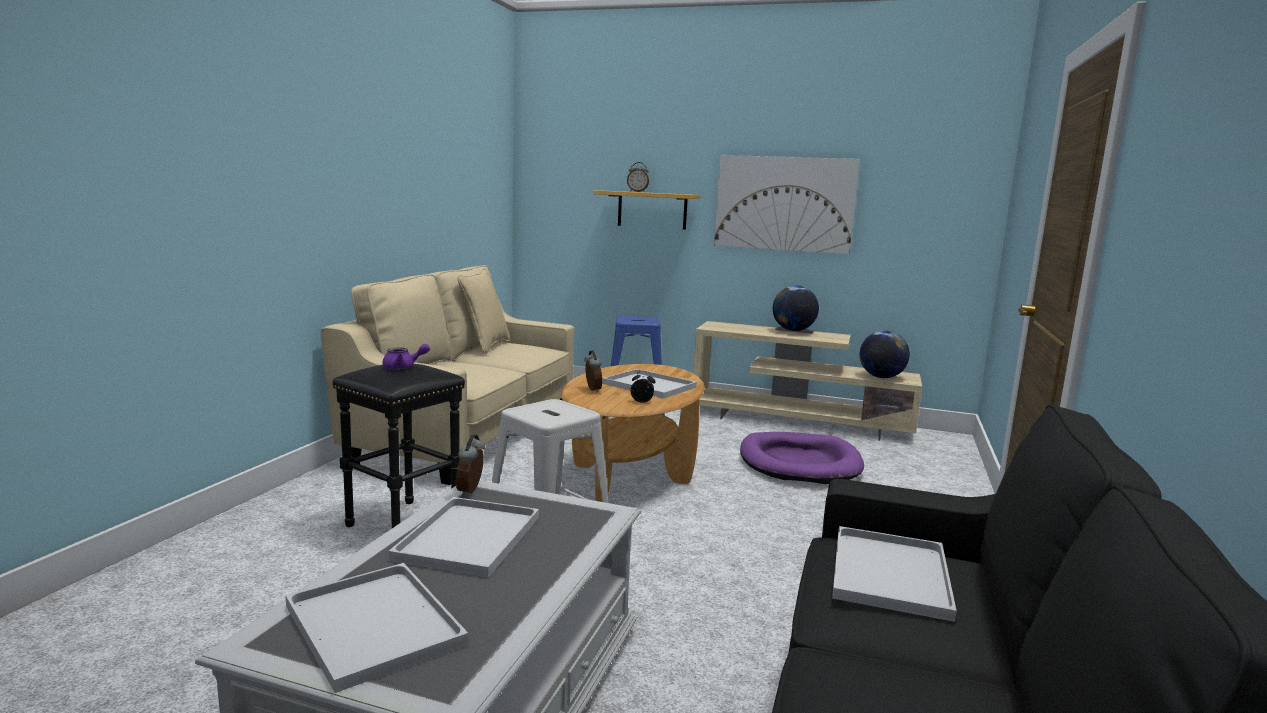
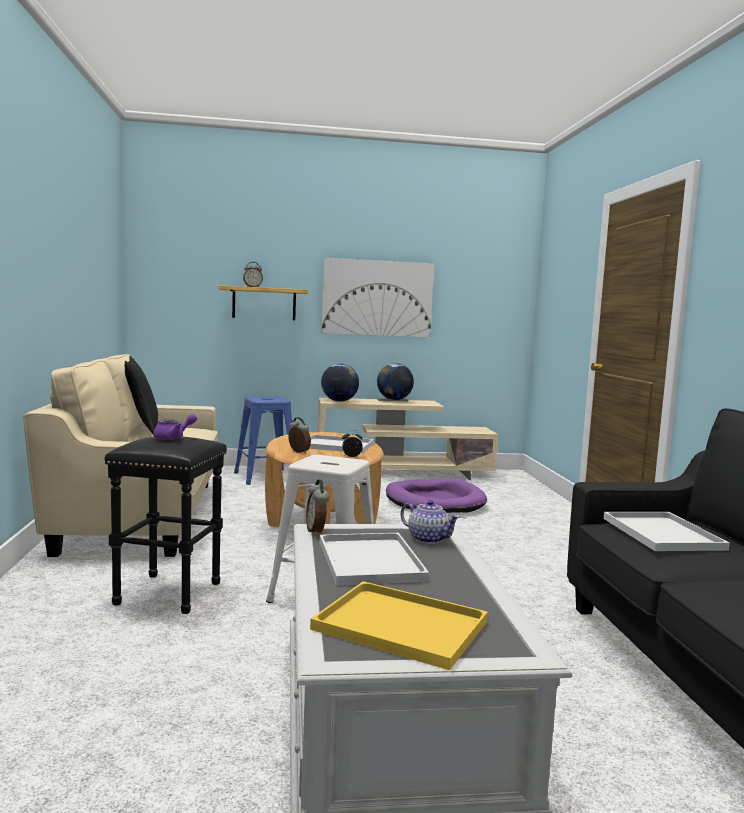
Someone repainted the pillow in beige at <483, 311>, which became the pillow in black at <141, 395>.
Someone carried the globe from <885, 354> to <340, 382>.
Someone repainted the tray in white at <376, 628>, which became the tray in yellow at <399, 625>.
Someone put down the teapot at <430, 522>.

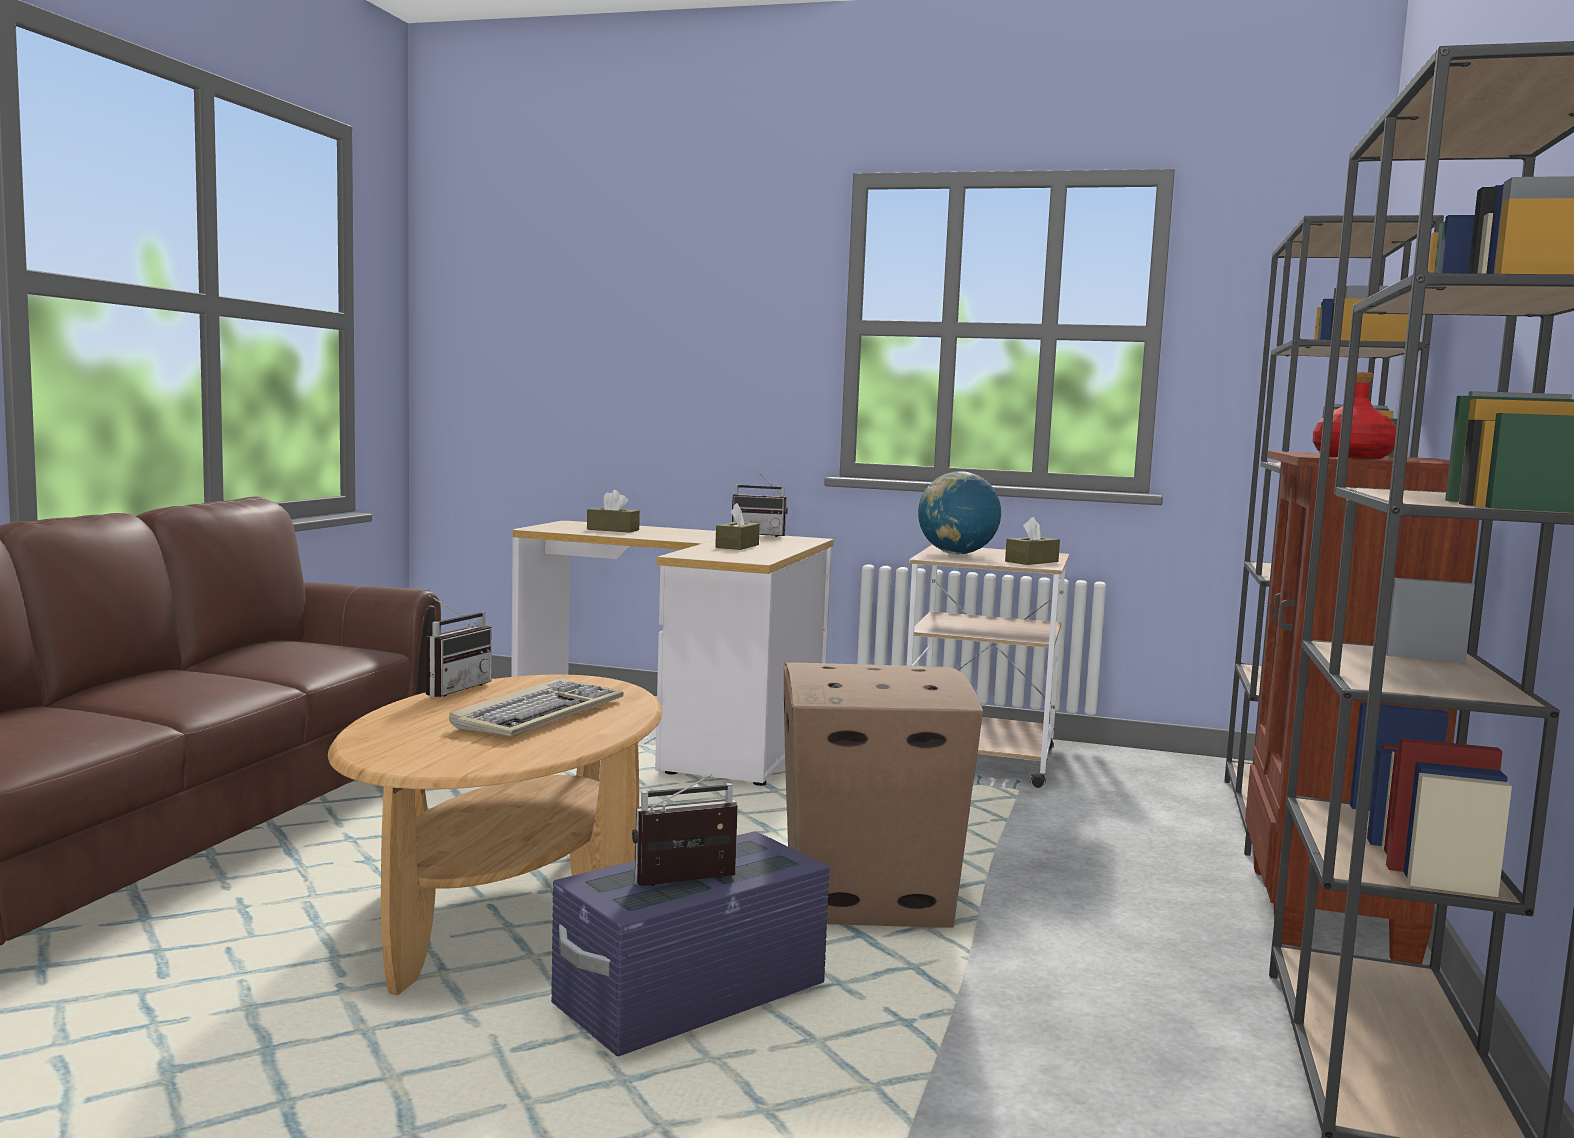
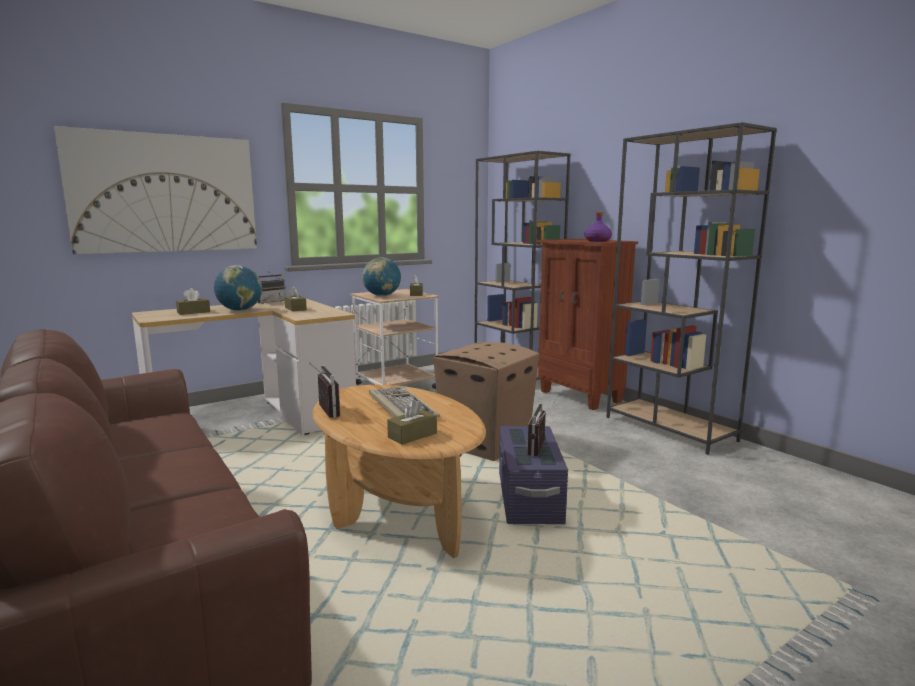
Someone repainted the bottle in red at <1355, 415>, which became the bottle in purple at <598, 227>.
Someone put up the picture at <155, 190>.
Someone put down the globe at <238, 288>.
Someone put down the tissue box in brown at <412, 422>.

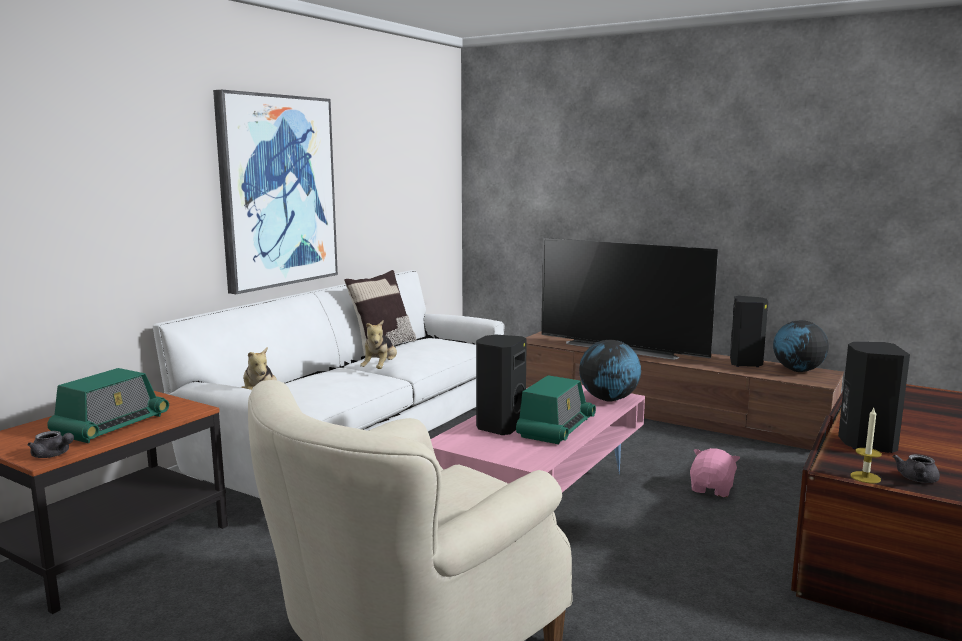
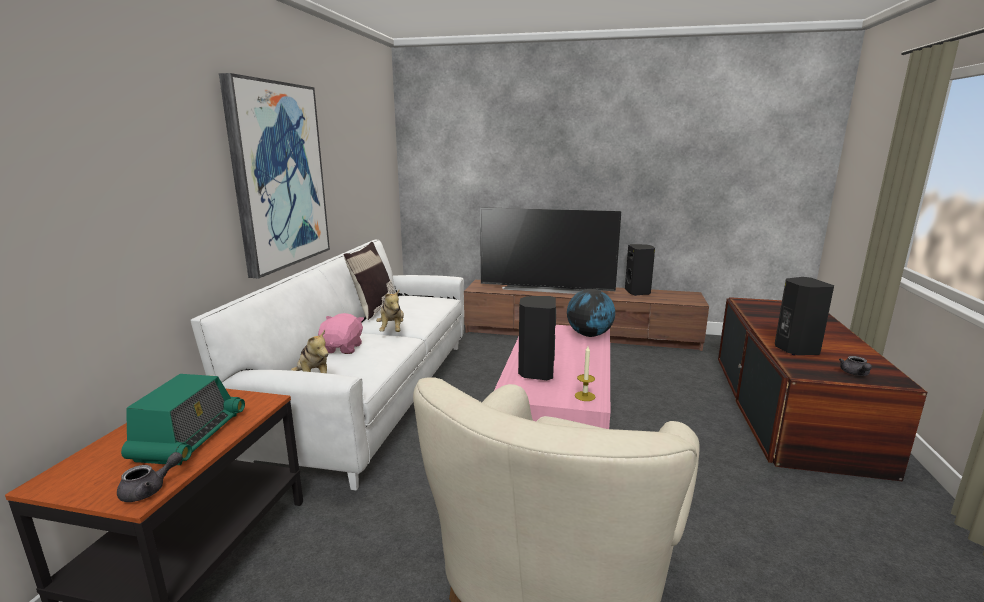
Someone took away the globe at <801, 346>.
Someone took away the radio at <556, 409>.
Someone carried the candle from <866, 445> to <585, 373>.
Someone rotated the teapot in grey at <50, 444> by 45 degrees counterclockwise.
Someone carried the plush toy in pink from <715, 472> to <341, 333>.

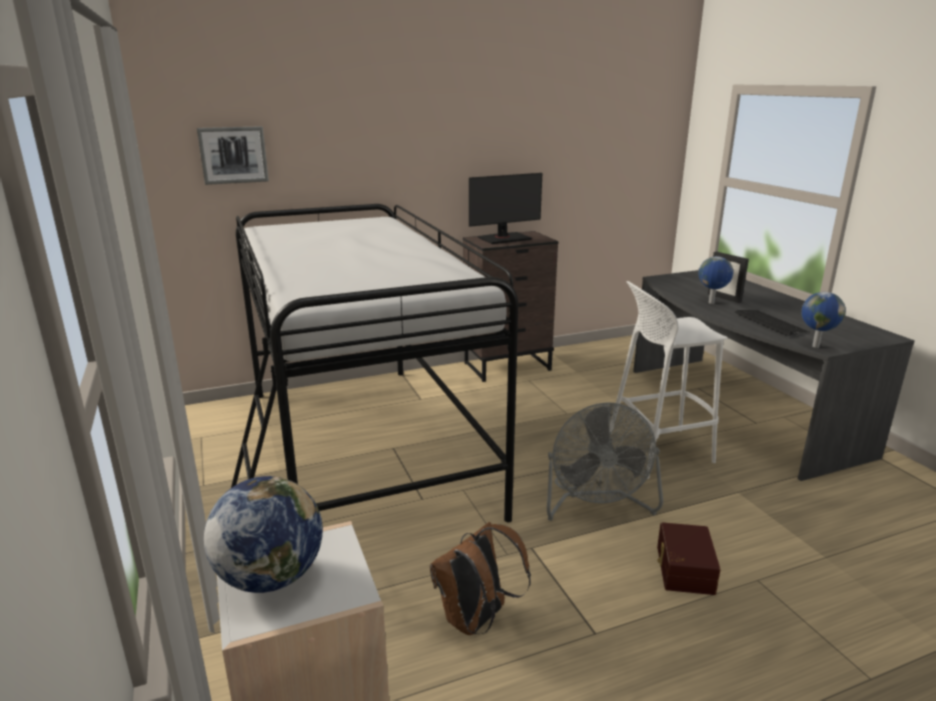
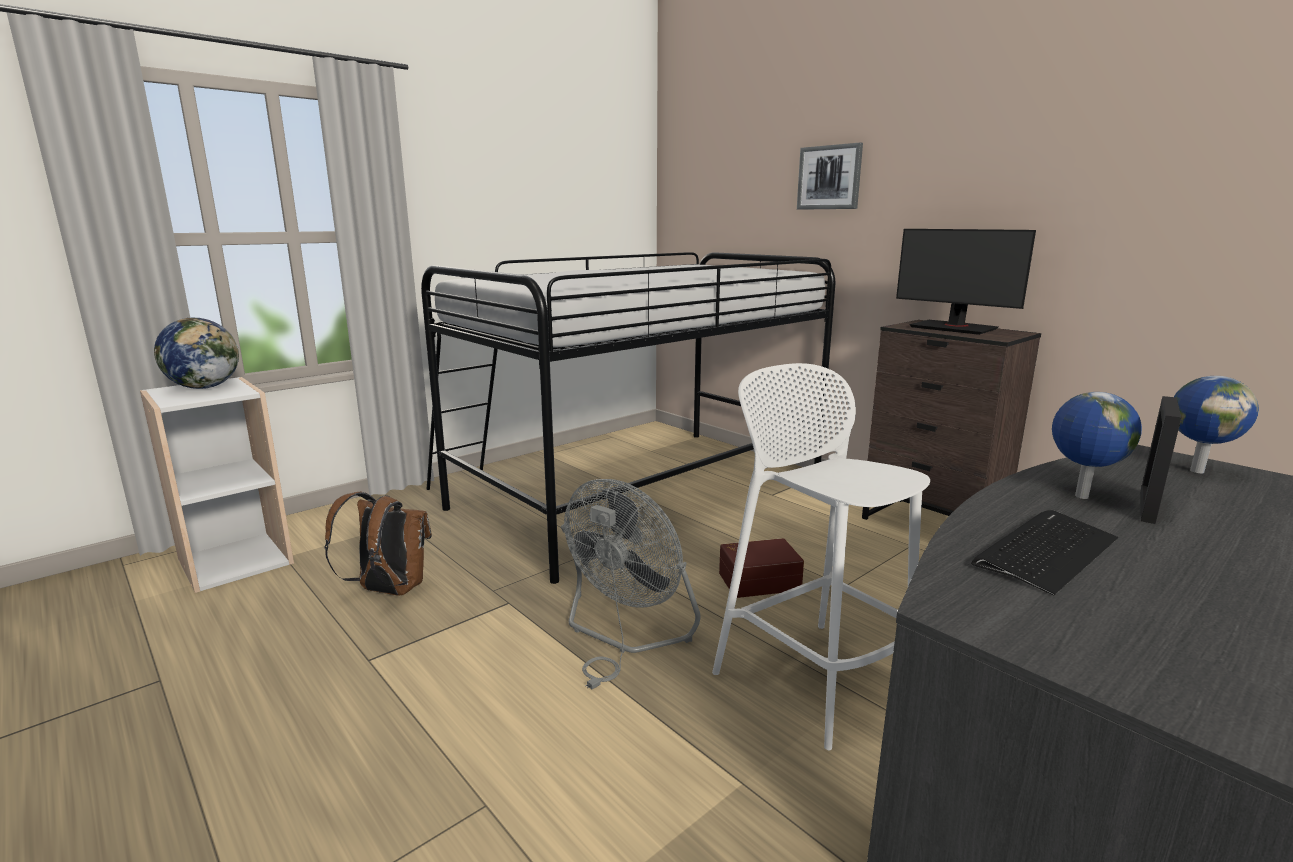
Someone carried the picture from <233, 155> to <830, 176>.
Someone carried the globe from <823, 320> to <1216, 424>.
Someone rotated the fan in grey at <605, 462> by 150 degrees clockwise.
Someone carried the storage box in brown from <689, 558> to <761, 568>.

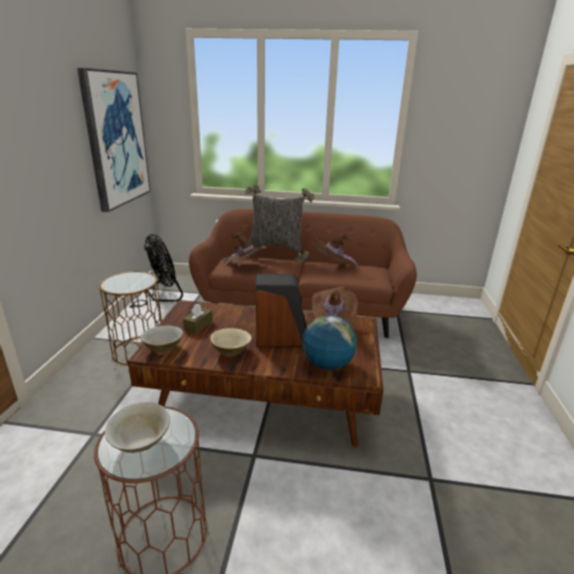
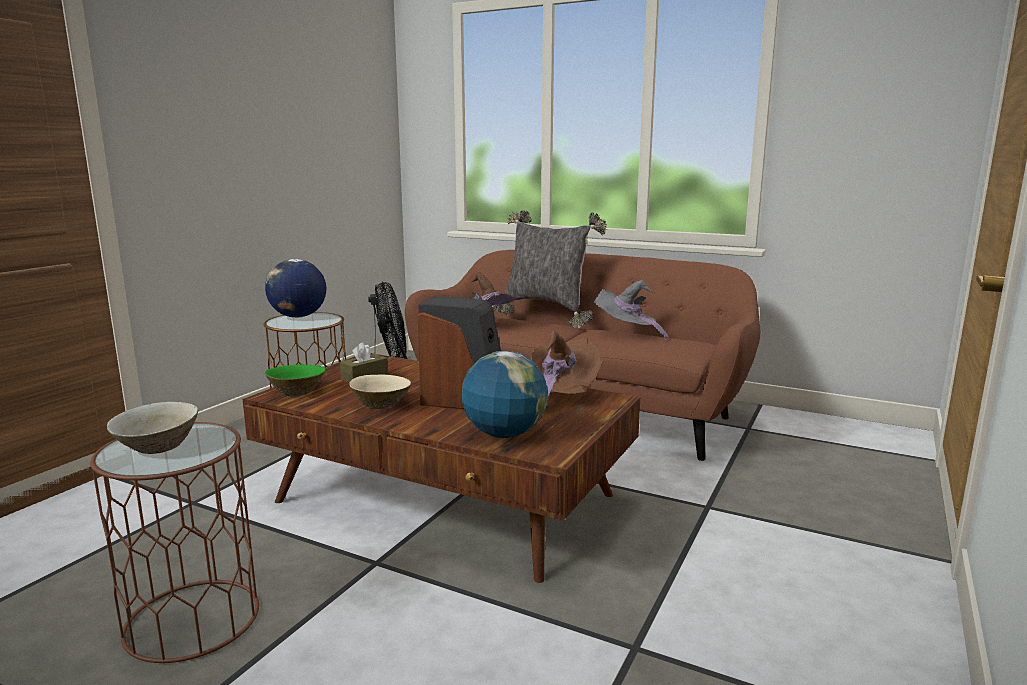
Someone took away the picture at <113, 140>.
Someone repainted the hat in brown at <337, 250>, which became the hat in grey at <631, 310>.
Someone repainted the bowl in beige at <161, 339>, which became the bowl in green at <295, 380>.
Someone put down the globe at <295, 288>.

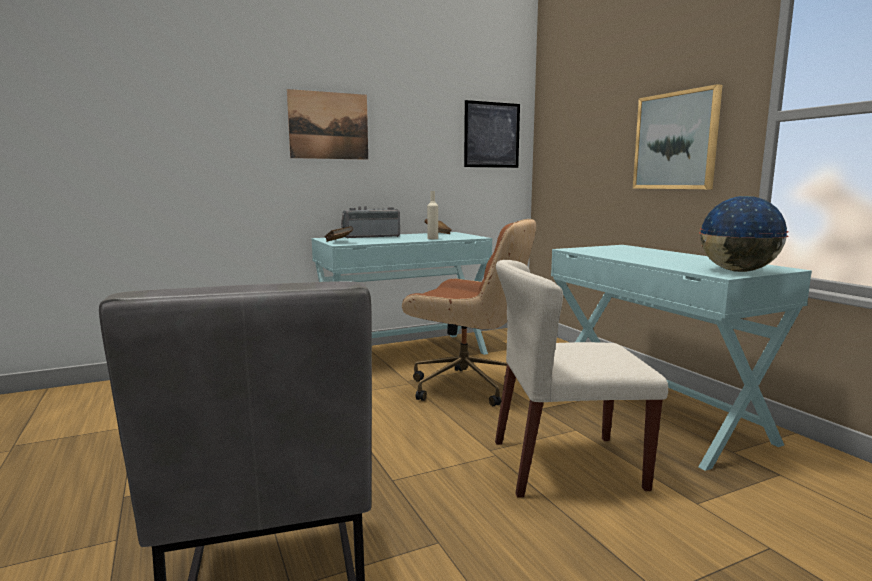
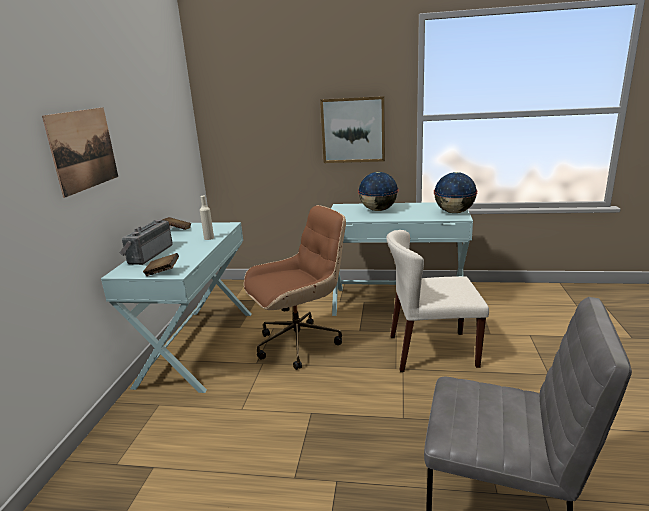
Someone took away the picture at <492, 134>.
Someone rotated the chair in beige at <581, 379> by 60 degrees clockwise.
Someone put down the globe at <378, 191>.

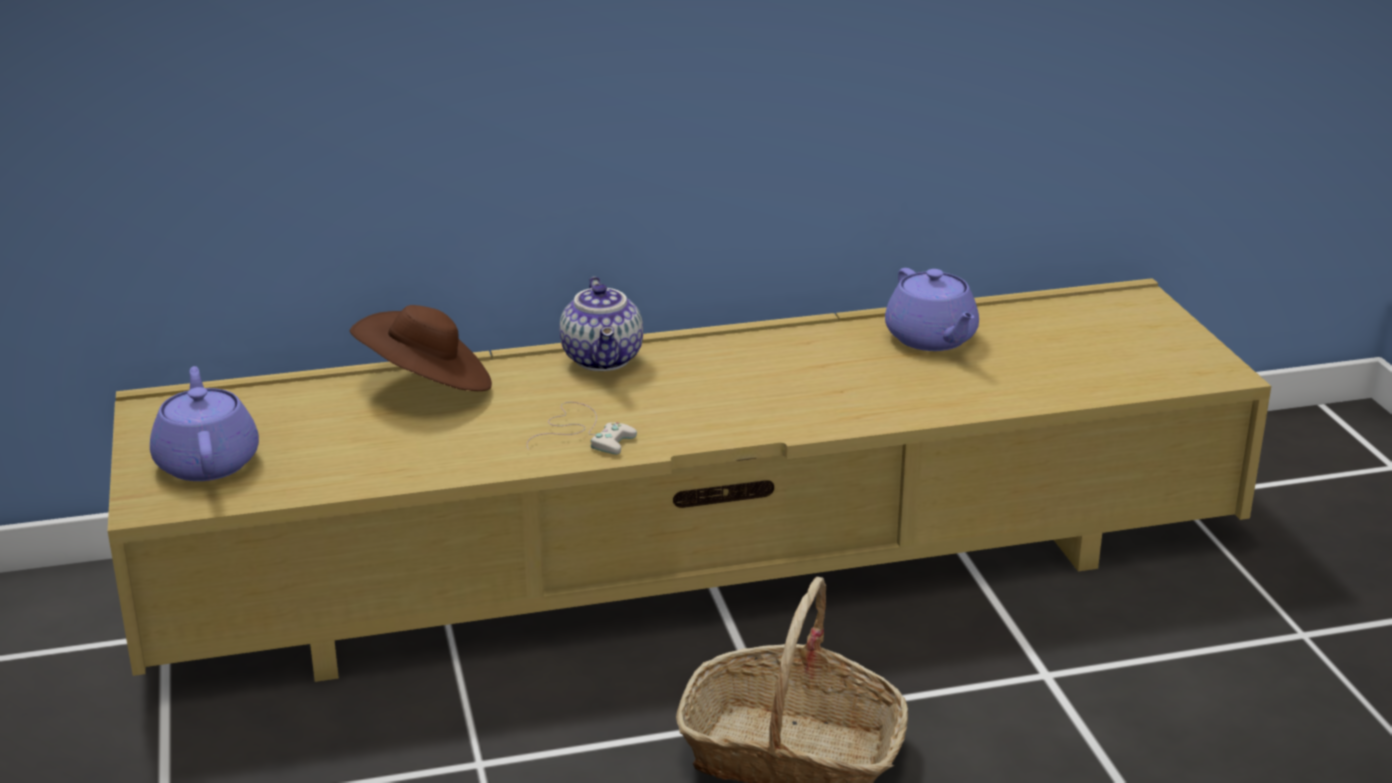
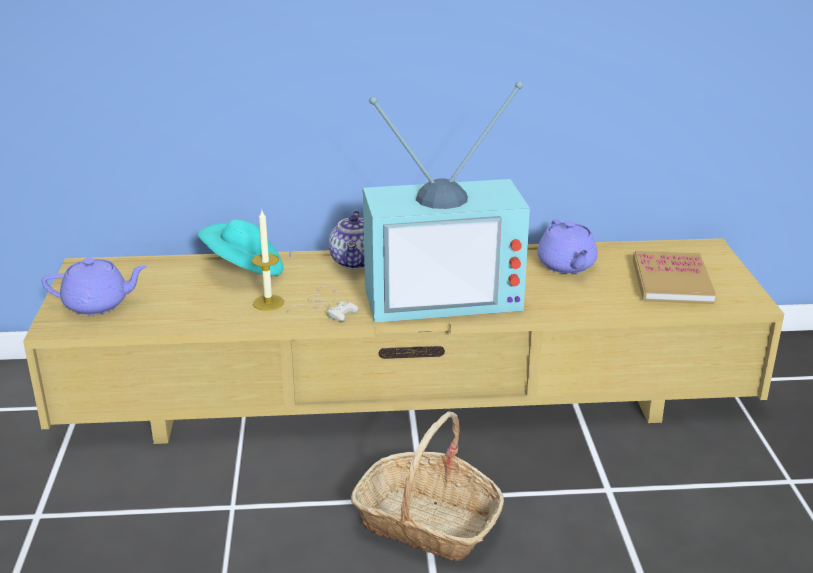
Someone repainted the hat in brown at <421, 348>, which became the hat in turquoise at <240, 247>.
Someone rotated the teapot in purple at <204, 423> by 90 degrees clockwise.
Someone put down the television at <446, 202>.
Someone put down the candle at <268, 260>.
Someone put down the book at <674, 277>.

